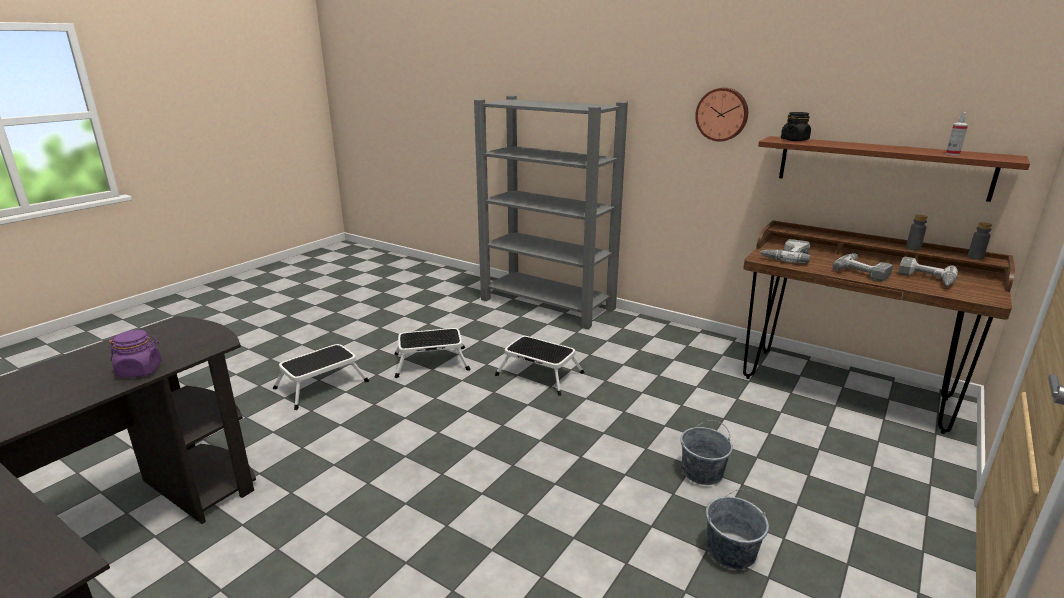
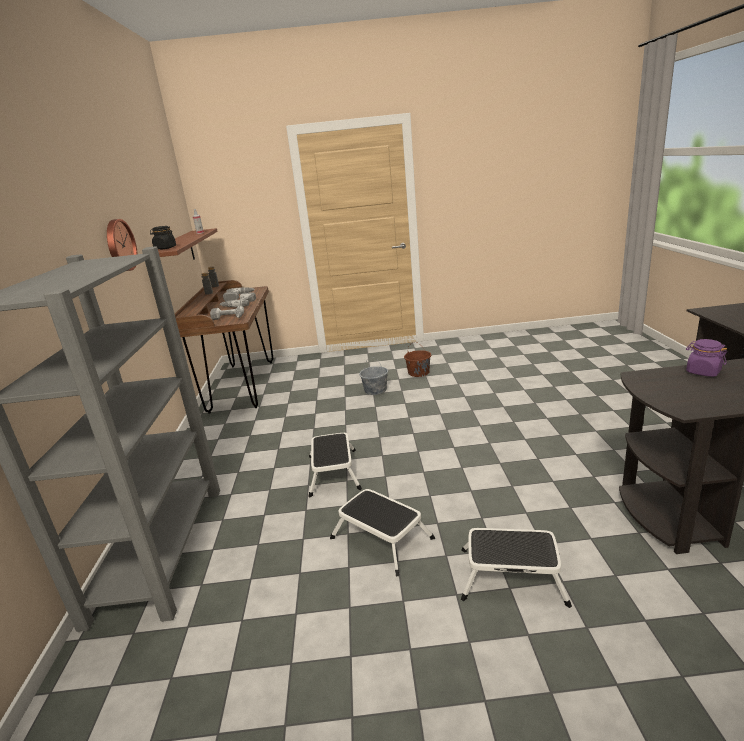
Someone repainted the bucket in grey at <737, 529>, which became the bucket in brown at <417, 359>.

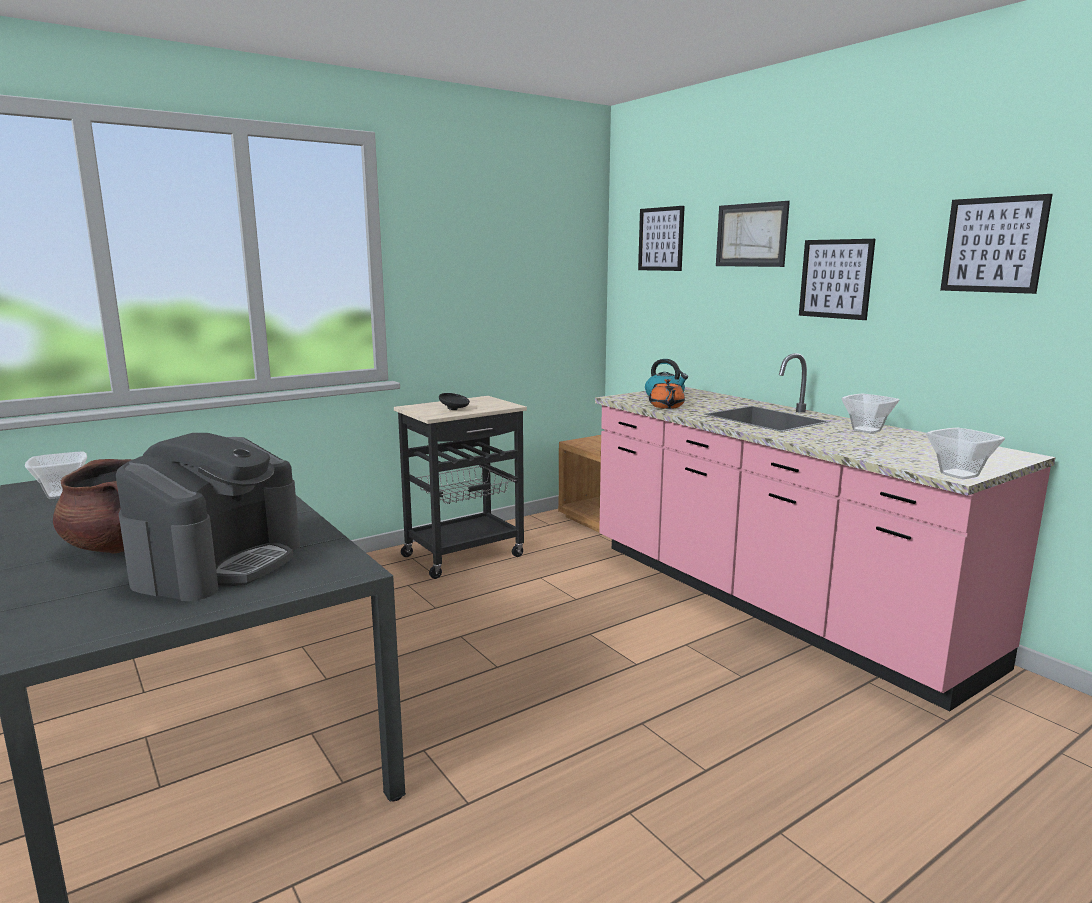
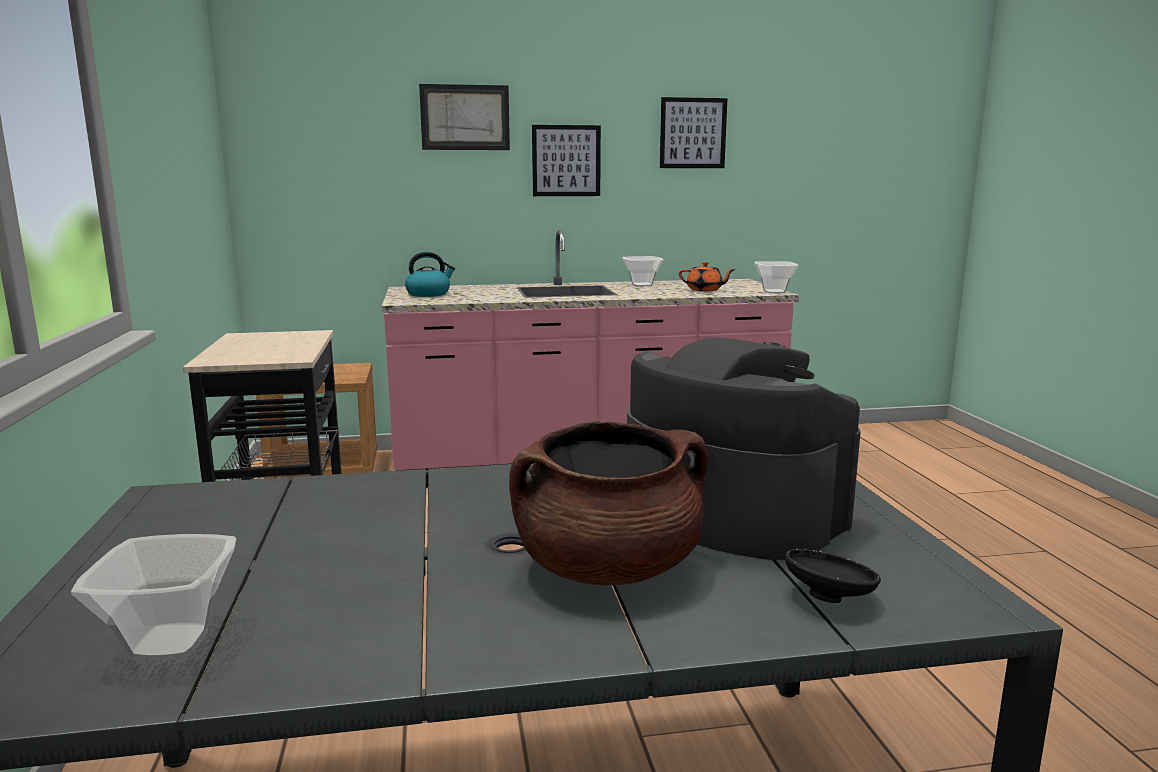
Someone took away the picture at <661, 238>.
Someone carried the teapot in orange from <667, 394> to <707, 276>.
Someone carried the bowl in black from <454, 401> to <833, 576>.

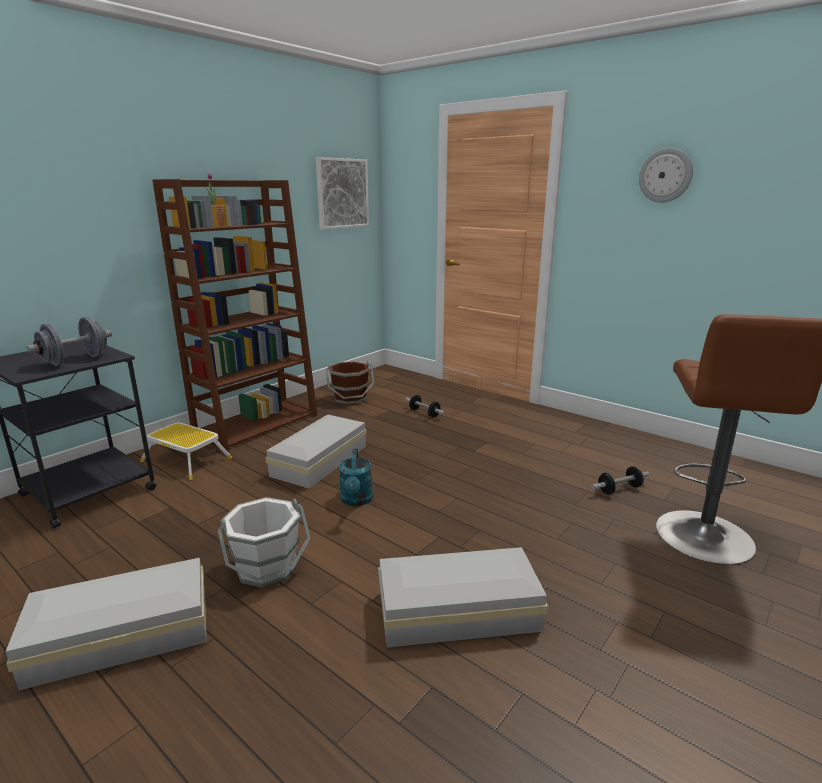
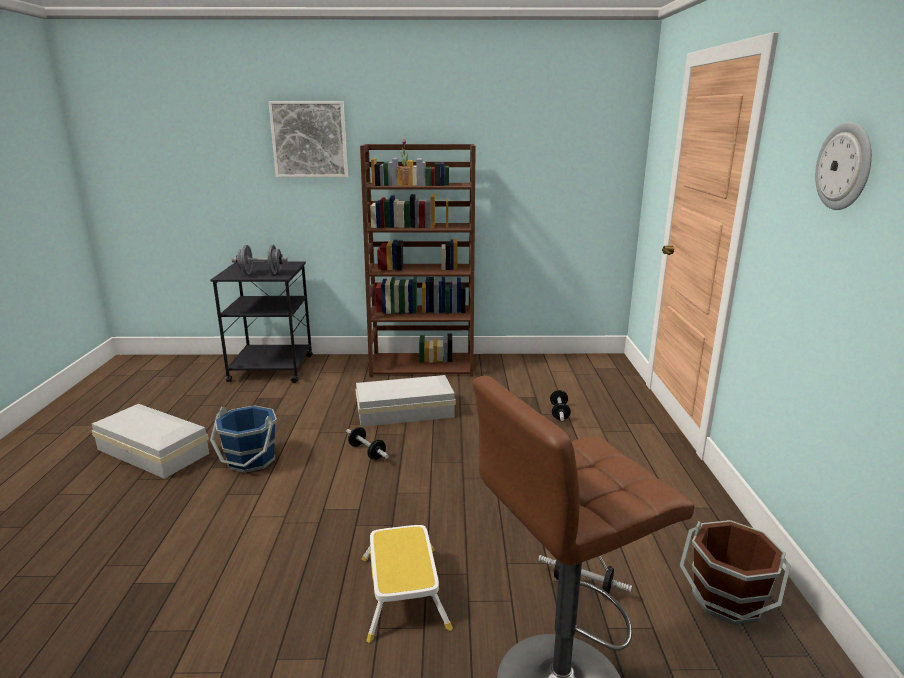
Someone carried the picture from <342, 193> to <308, 139>.
Someone carried the bucket in brown from <350, 382> to <735, 572>.
Someone carried the step ladder in yellow from <186, 451> to <407, 584>.
Someone swapped the watering can in turquoise at <356, 477> for the dumbbell at <367, 443>.
Someone repainted the bucket in white at <264, 542>, which became the bucket in blue at <243, 439>.
Someone took away the storage box in white at <463, 597>.

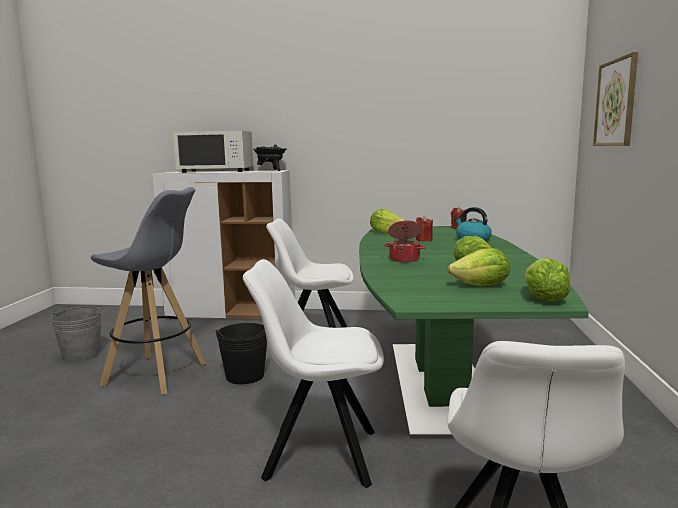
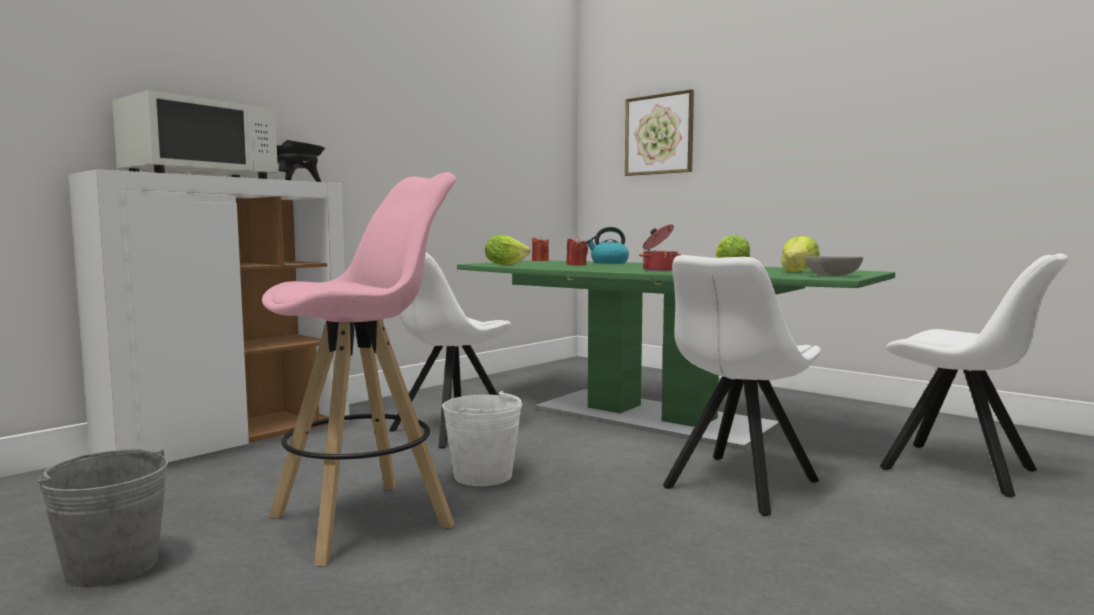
Someone repainted the stool in grey at <149, 291>, which became the stool in pink at <359, 369>.
Someone took away the lettuce at <547, 279>.
Someone repainted the bucket in black at <241, 353>, which became the bucket in white at <482, 438>.
Someone put down the bowl in grey at <834, 266>.

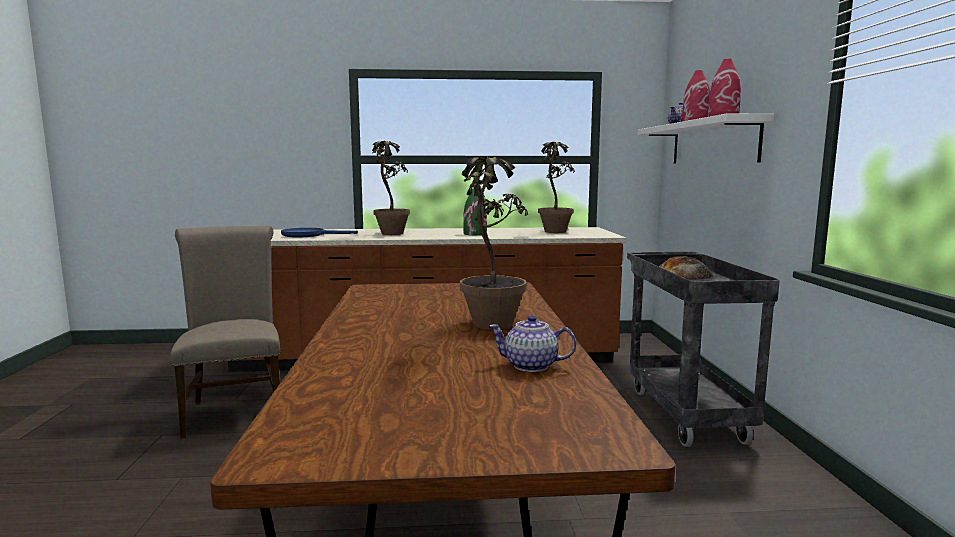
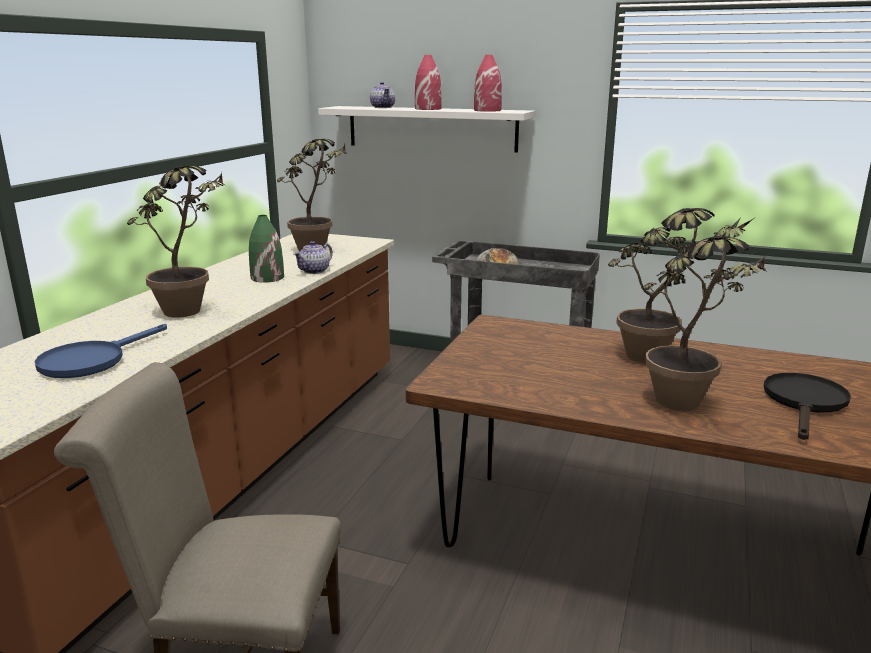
Someone carried the teapot from <532, 343> to <313, 257>.
Someone put down the potted plant at <705, 323>.
Someone put down the frying pan in black at <807, 406>.

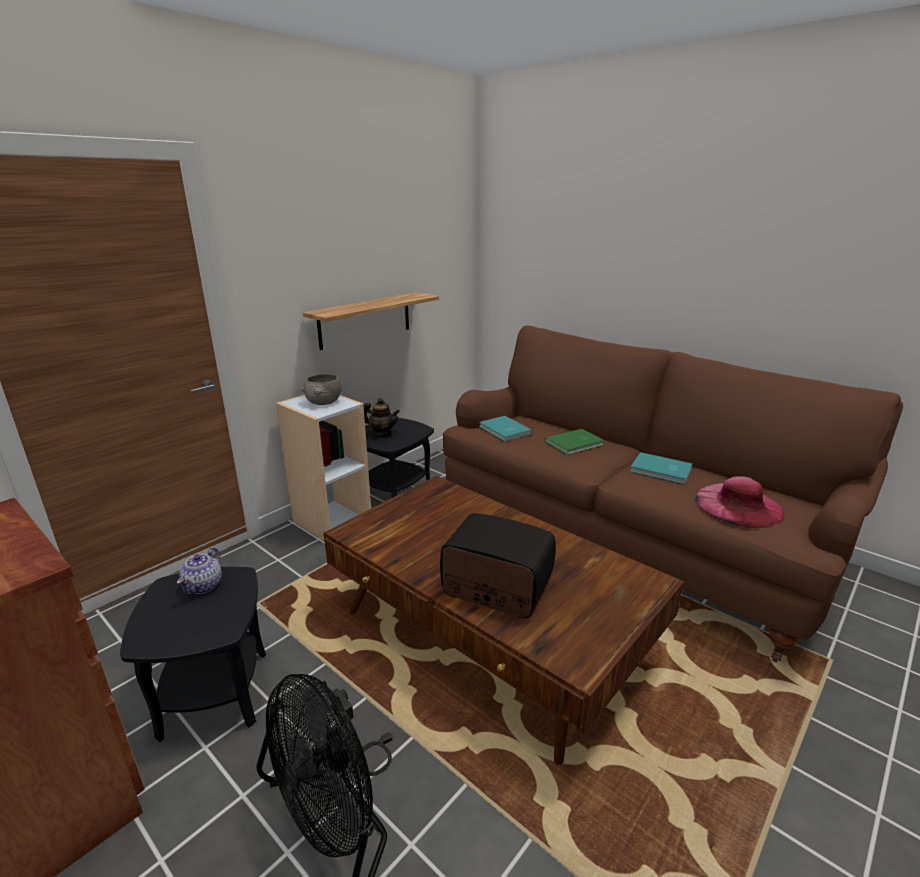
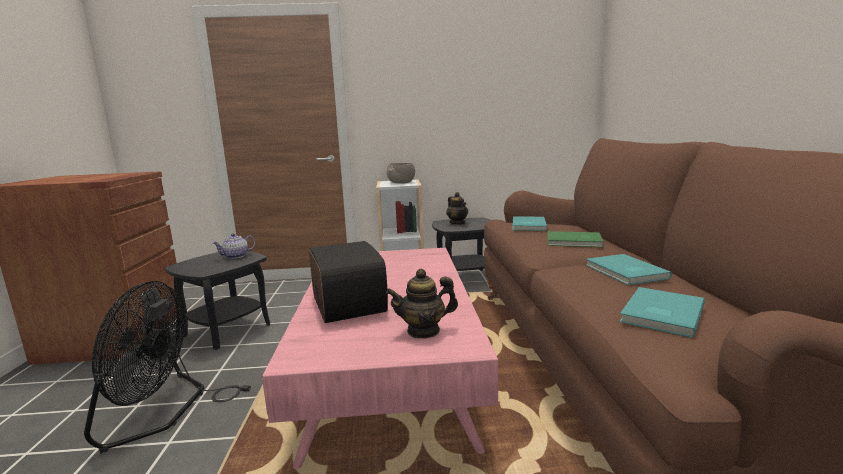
Someone took away the shelf at <371, 321>.
Someone repainted the coffee table in brown at <503, 620>, which became the coffee table in pink at <380, 358>.
Someone swapped the hat in pink at <739, 502> for the book in turquoise at <662, 312>.
Someone put down the teapot at <422, 303>.

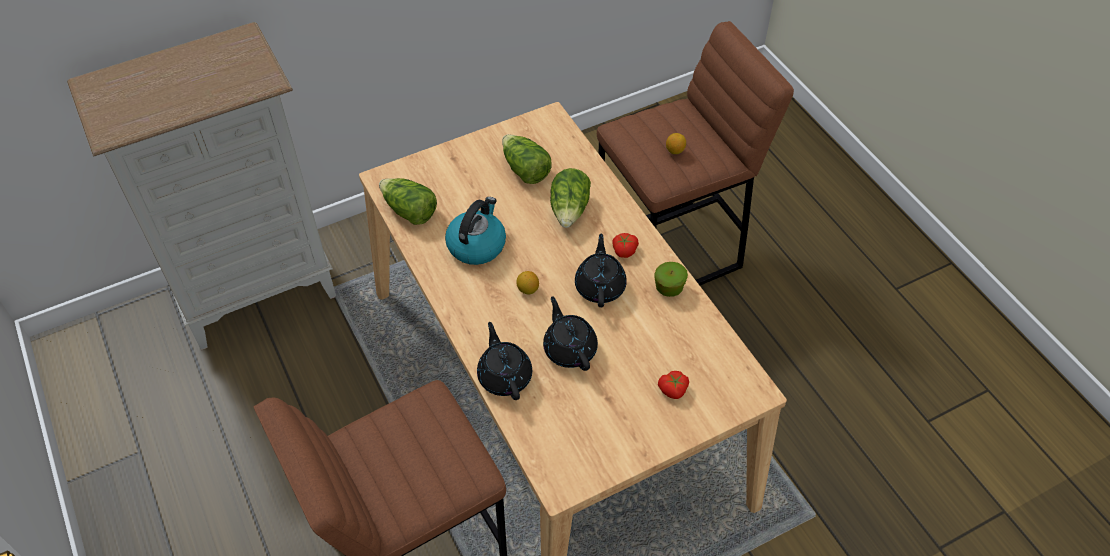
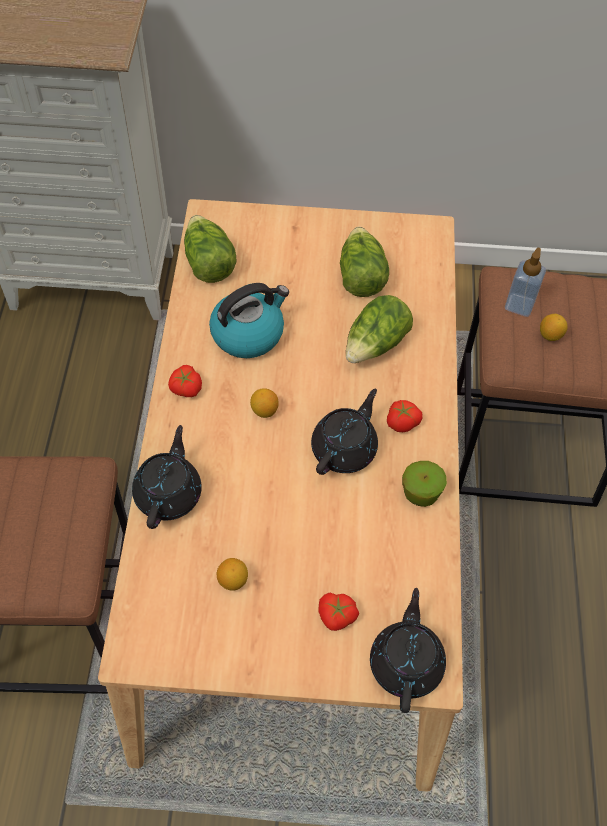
Someone carried the teapot in black from <570, 333> to <408, 650>.
Someone put down the soap dispenser at <525, 282>.
Someone put down the tomato at <185, 381>.
Someone put down the lemon at <232, 574>.

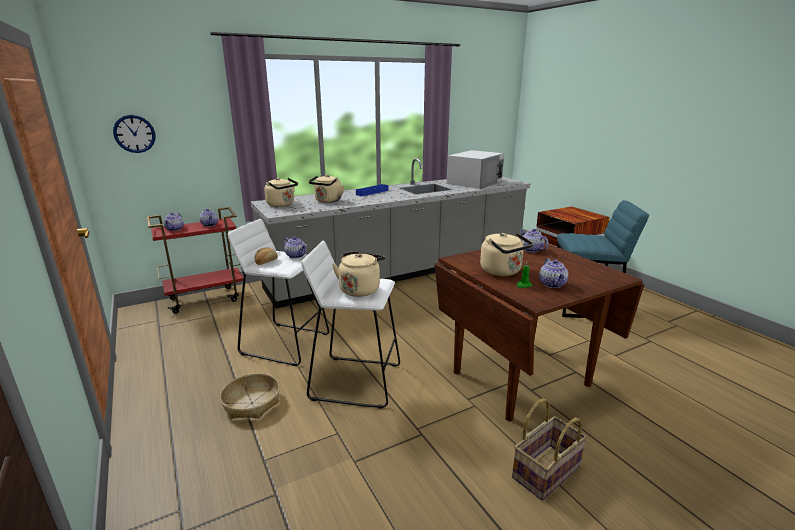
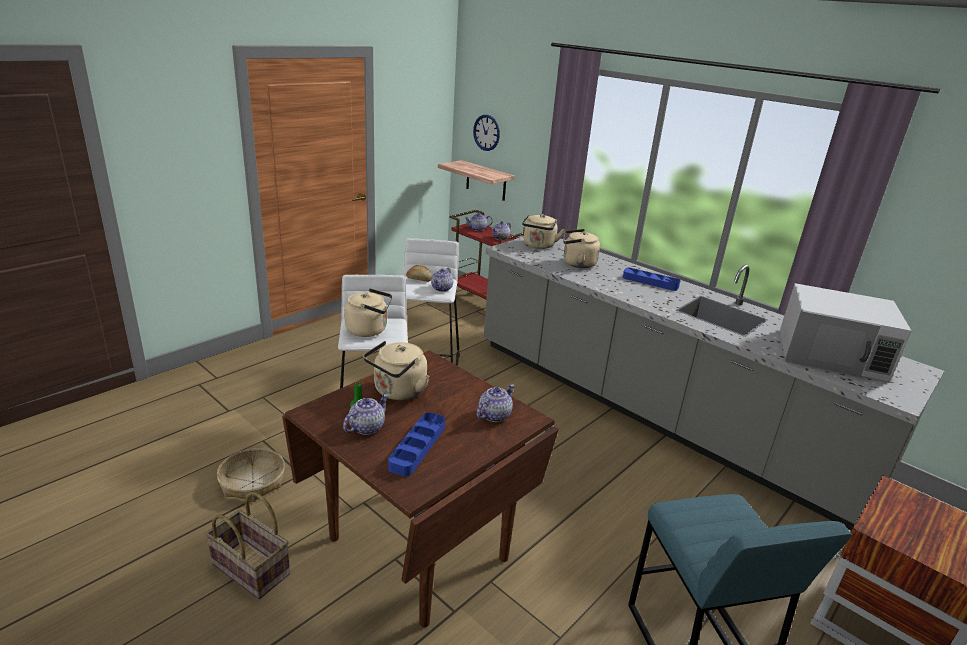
Someone rotated the teapot at <553, 273> by 150 degrees clockwise.
Someone carried the basket from <250, 396> to <251, 475>.
Someone put up the shelf at <476, 180>.
Someone put down the tray in blue at <416, 444>.

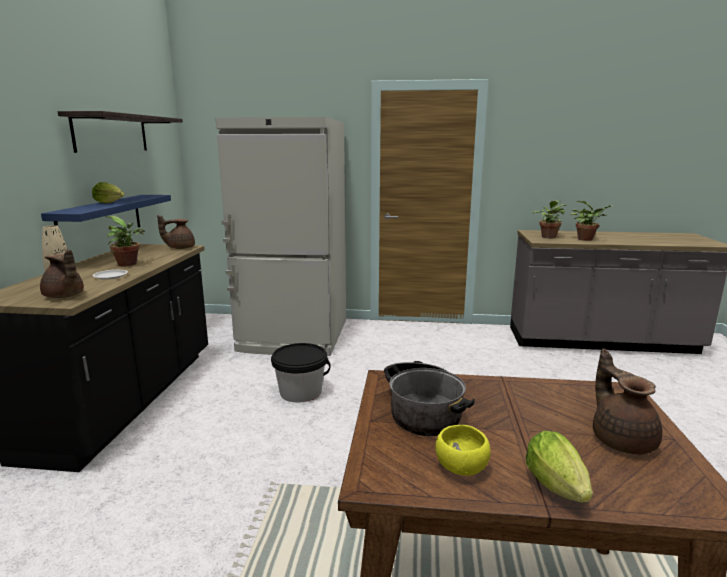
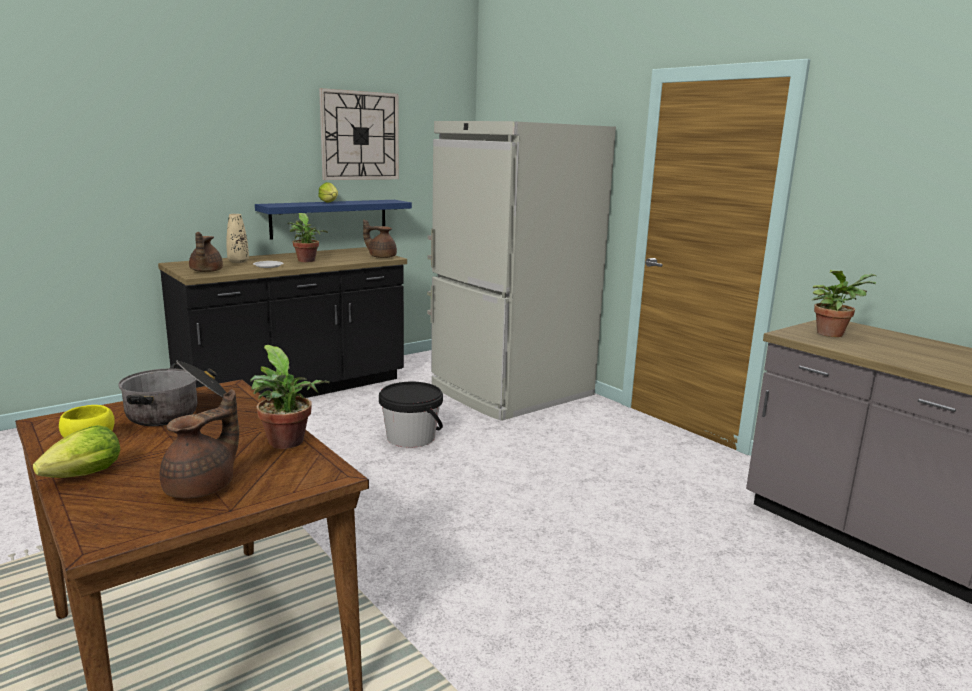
Someone swapped the shelf at <120, 132> for the wall clock at <359, 134>.
Someone carried the potted plant from <592, 221> to <290, 397>.

